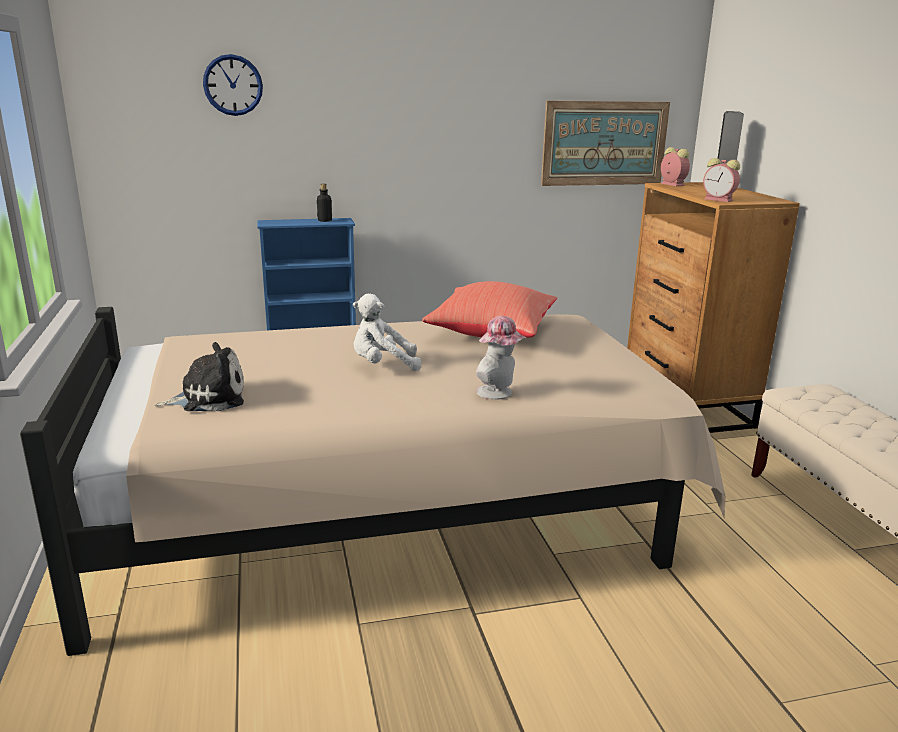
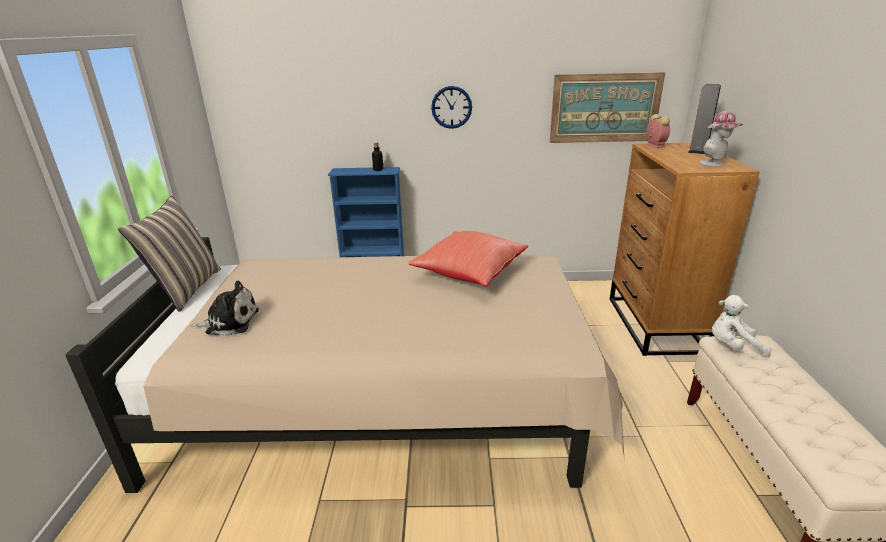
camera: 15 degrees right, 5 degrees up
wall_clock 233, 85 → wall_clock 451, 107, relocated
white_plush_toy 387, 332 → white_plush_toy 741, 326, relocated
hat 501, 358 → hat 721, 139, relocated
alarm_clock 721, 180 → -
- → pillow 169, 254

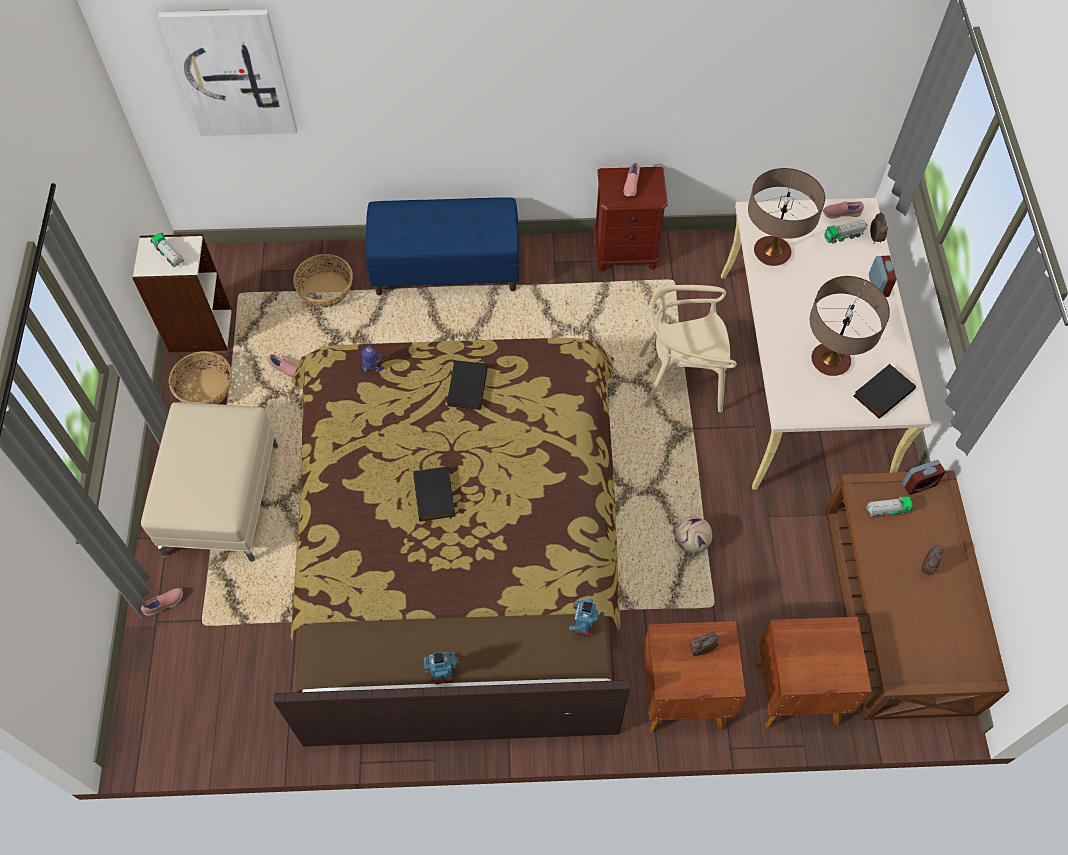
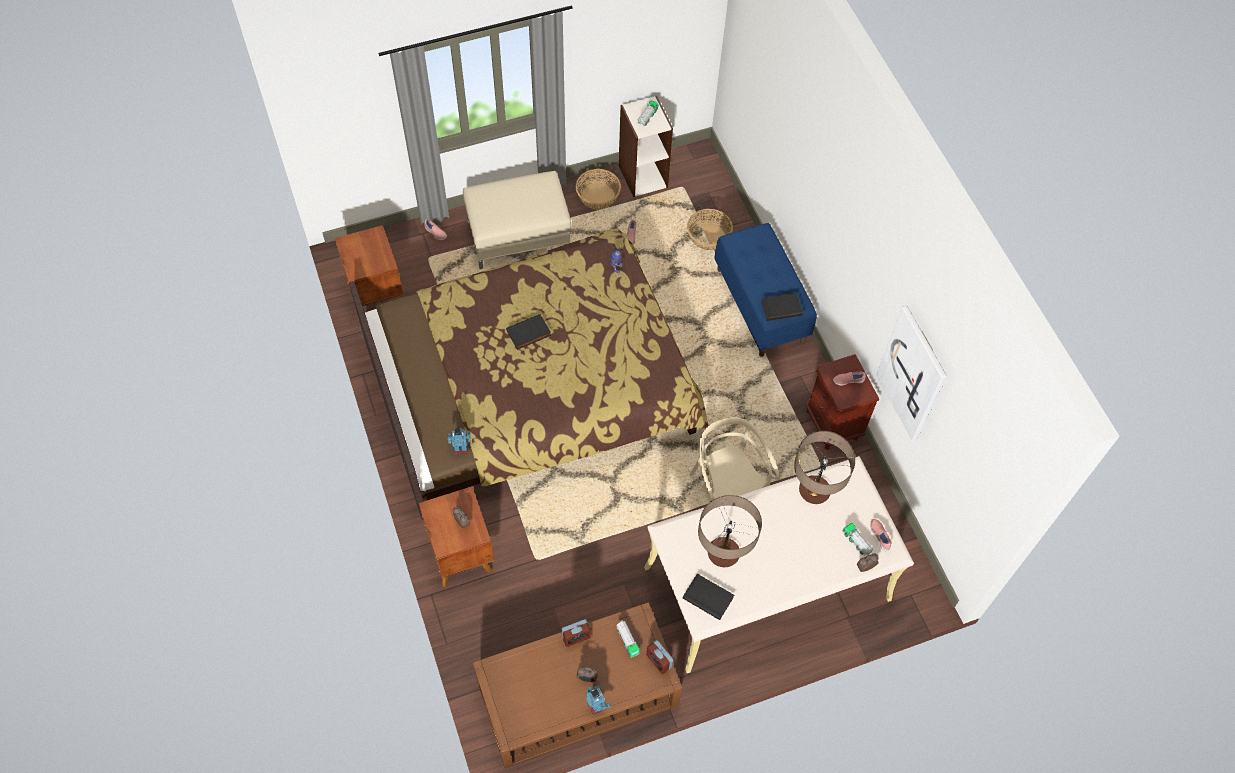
camera: 70 degrees right, 0 degrees up
picture 228, 72 → picture 911, 373, relocated
toy_robot 440, 668 → toy_robot 598, 700, relocated
black_book 467, 385 → black_book 782, 307, relocated
football 694, 534 → -
brown_nightstand 814, 673 → brown_nightstand 369, 273, relocated
alarm_clock 882, 276 → alarm_clock 576, 633, relocated

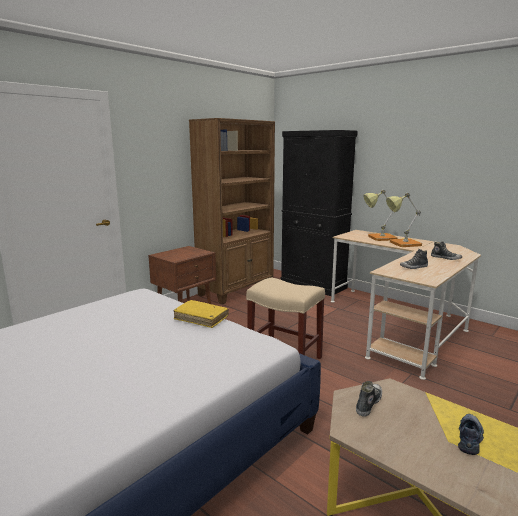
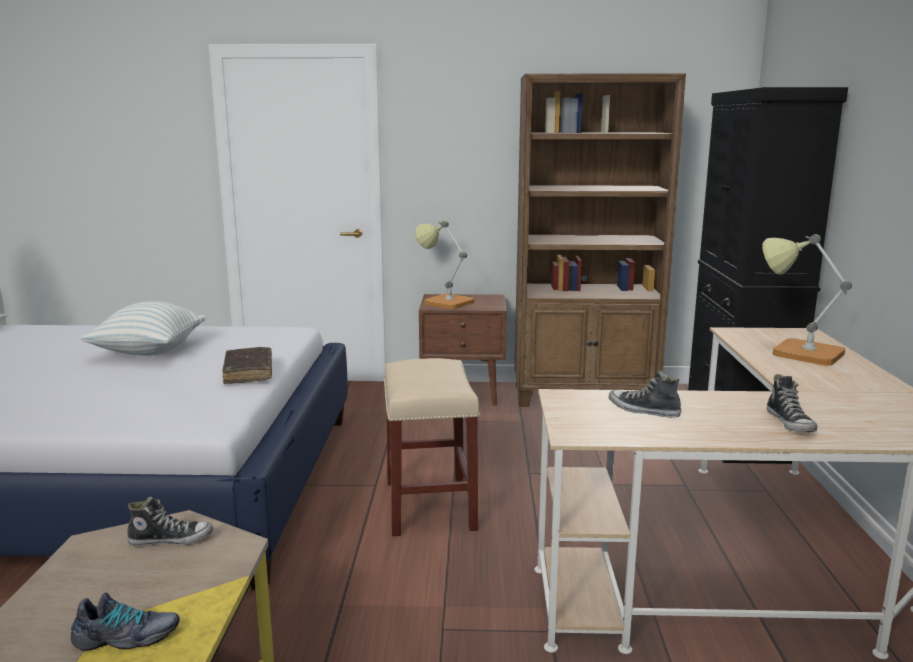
camera: 50 degrees right, 0 degrees up
yellow_book 201, 314 → brown_book 247, 365
table_lamp 404, 220 → table_lamp 444, 265, relocated
- → pillow 143, 328

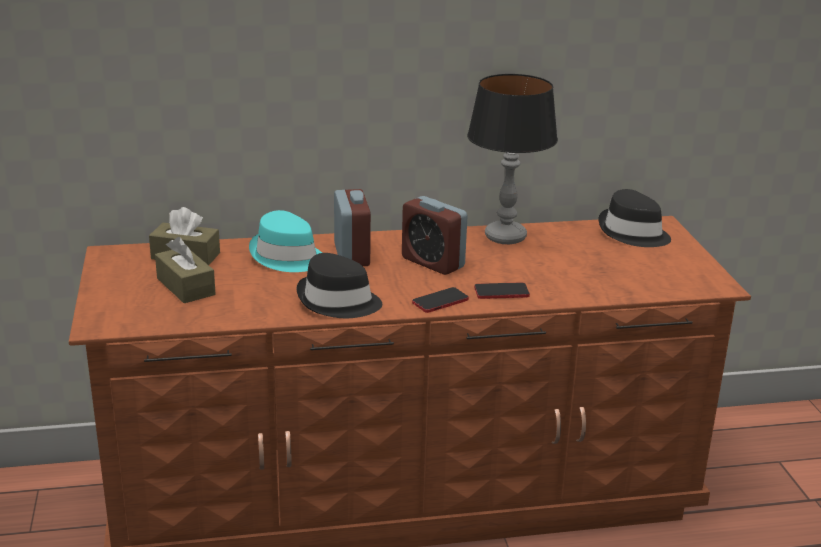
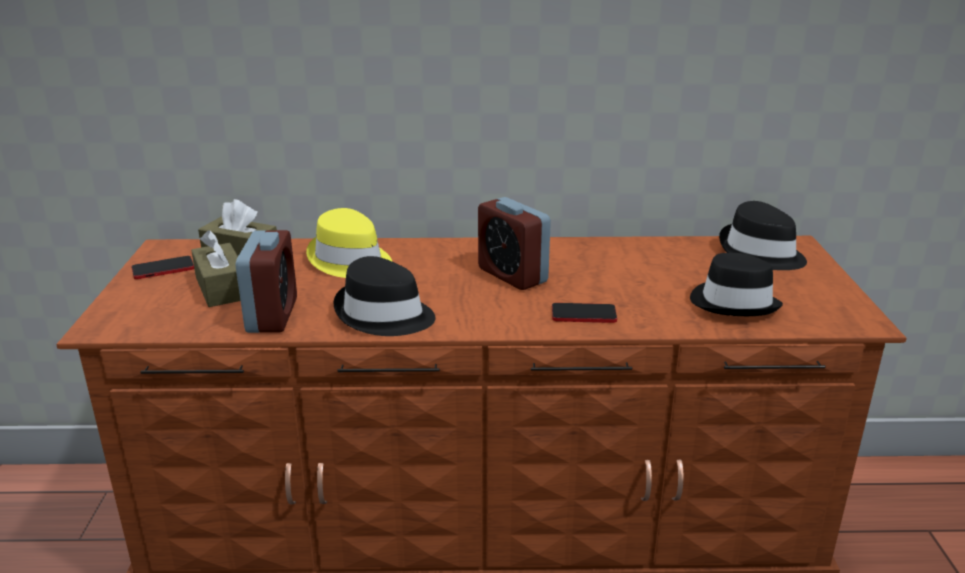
camera: 10 degrees right, 0 degrees up
turquoise_hat 285, 241 → yellow_hat 349, 243
alarm_clock 352, 227 → alarm_clock 266, 281, relocated
phone 440, 300 → phone 162, 267, relocated
table_lamp 512, 159 → -
- → black_hat 736, 284

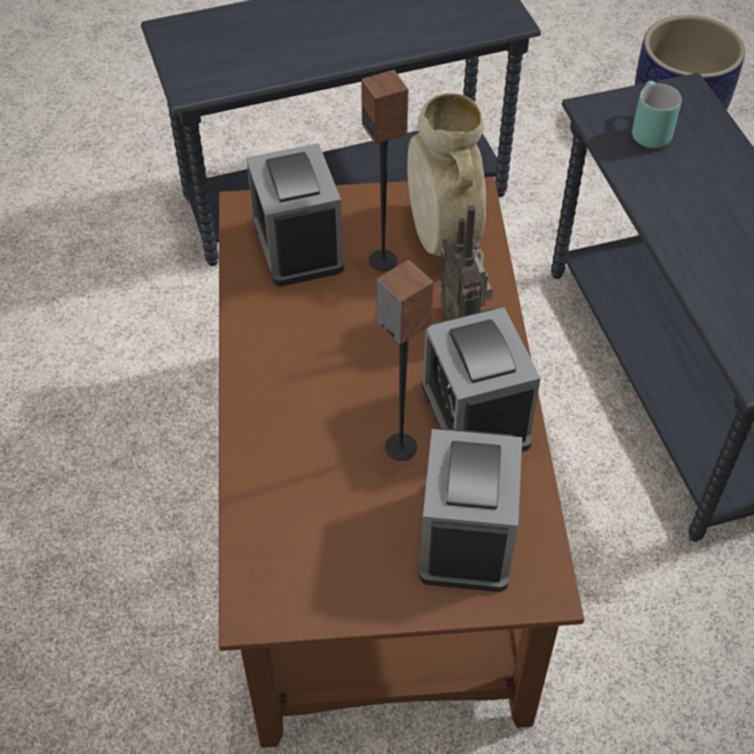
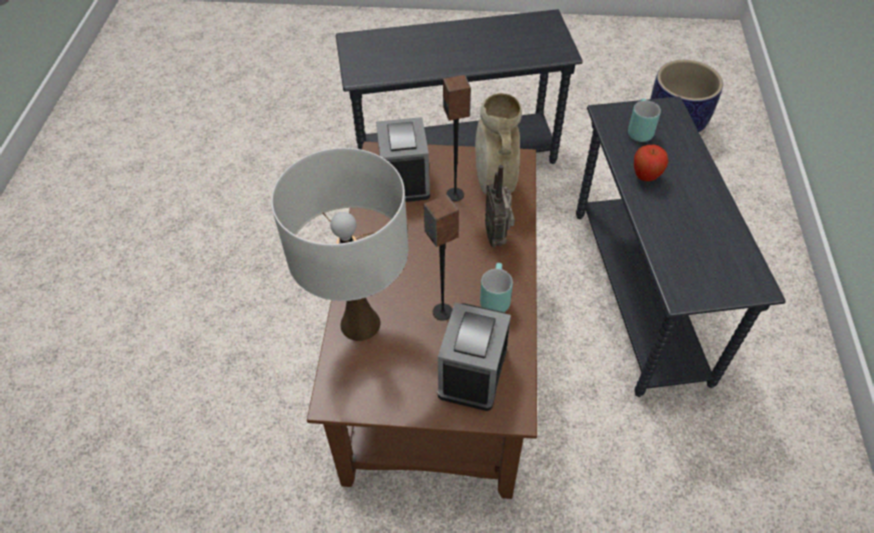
camera: 10 degrees right, 0 degrees up
alarm_clock 481, 379 → turquoise_mug 496, 287
- → white_table_lamp 340, 244
- → apple 651, 163

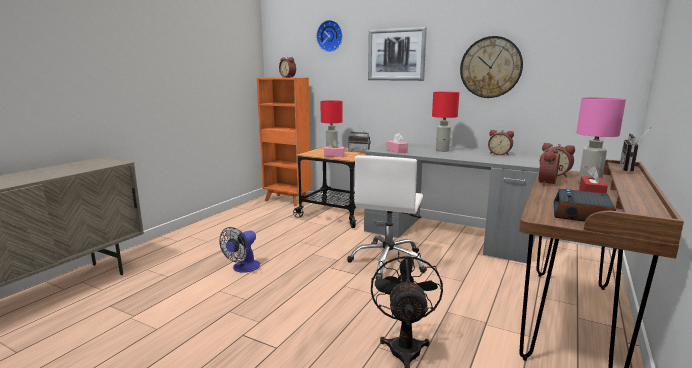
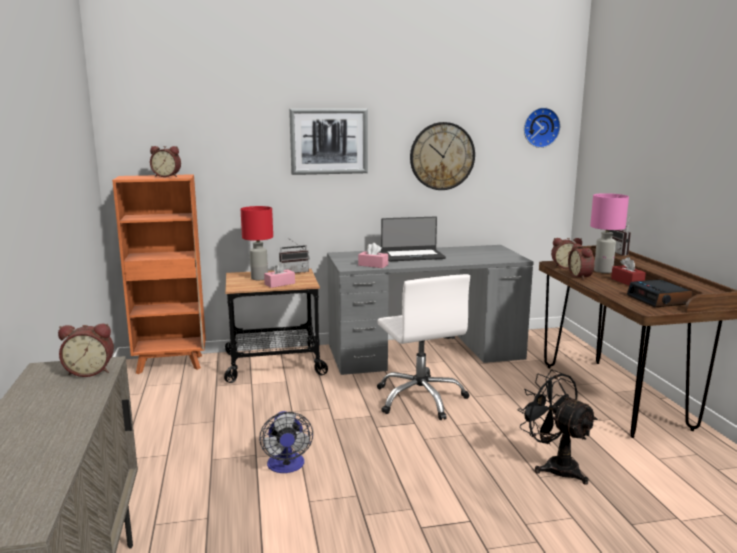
camera: 40 degrees left, 0 degrees up
wall_clock 329, 36 → wall_clock 542, 127, relocated
red_table_lamp 445, 122 → laptop 413, 239
alarm_clock 501, 143 → alarm_clock 86, 350, relocated

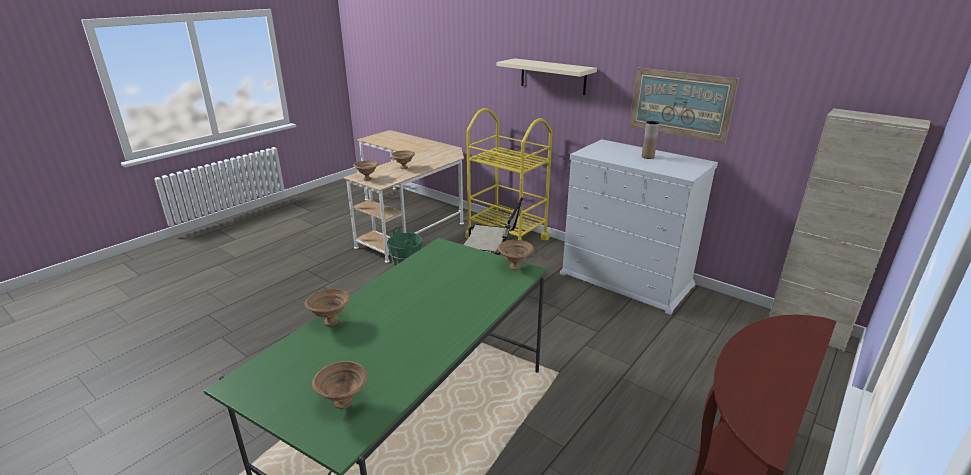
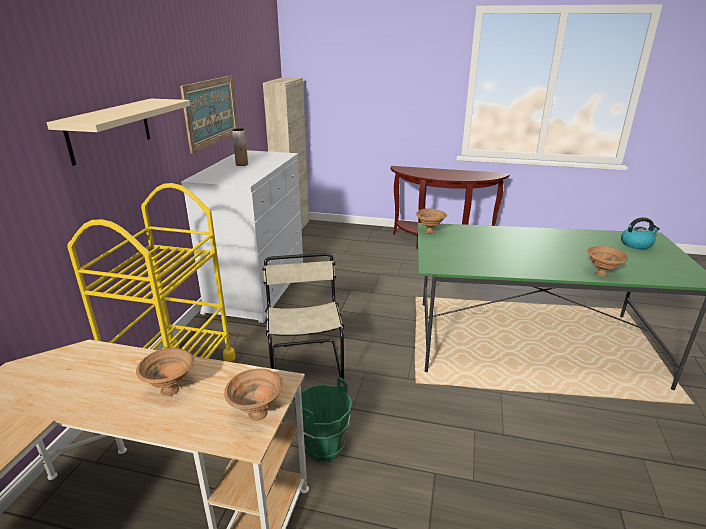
camera: 115 degrees left, 0 degrees up
brown_bowl 340, 385 → kettle 640, 233

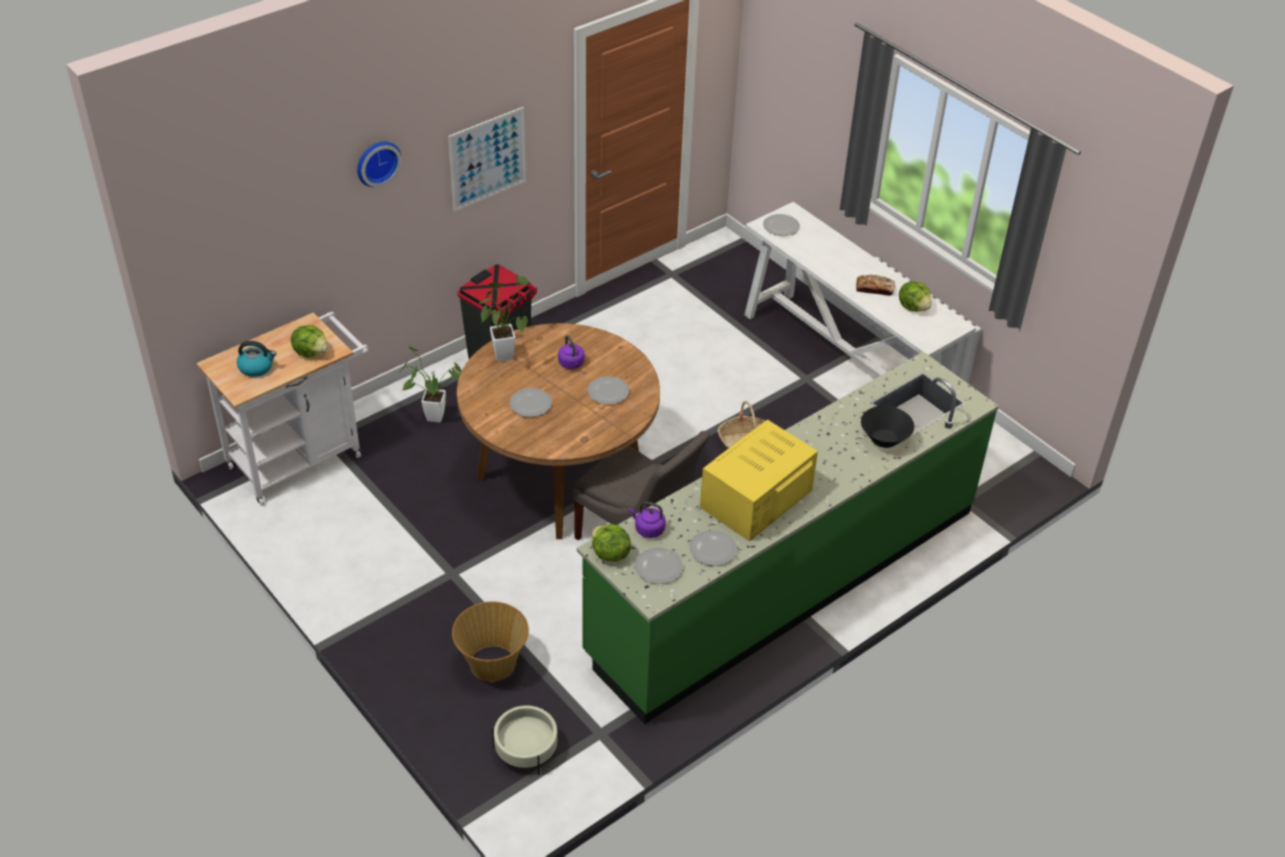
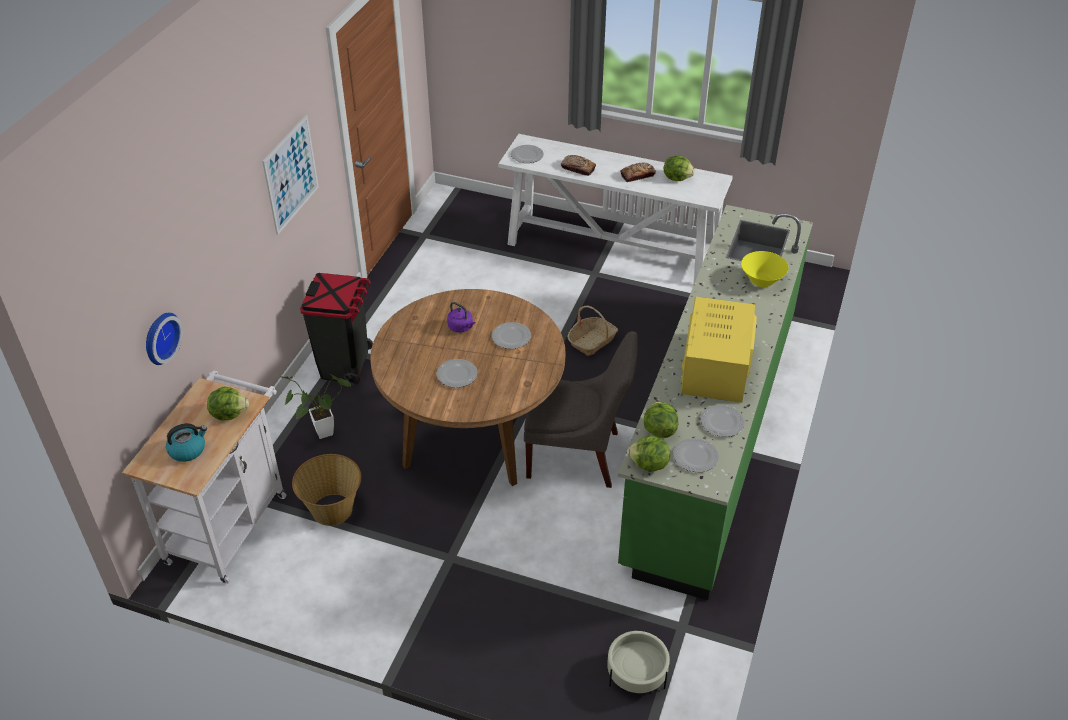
camera: 30 degrees left, 0 degrees up
wall_clock 379, 164 → wall_clock 164, 339, relocated
basket 490, 642 → basket 326, 490, relocated
potted_plant 504, 319 → -
purple_kettle 647, 520 → lettuce 661, 420
black_bowl 887, 427 → yellow_bowl 765, 269
- → bread 578, 165

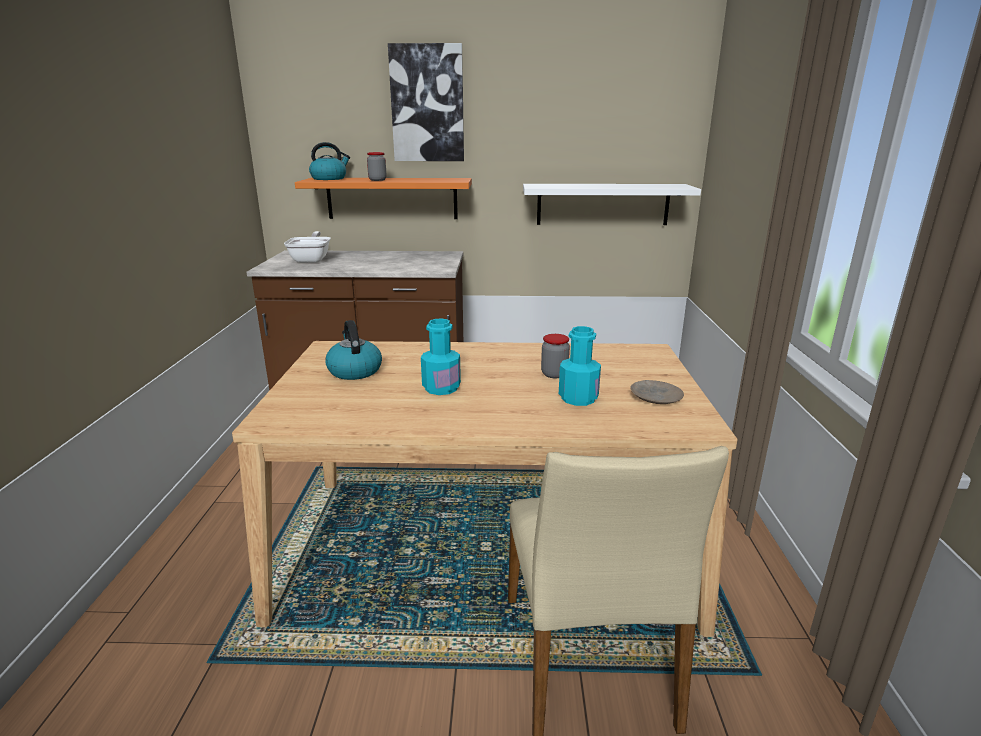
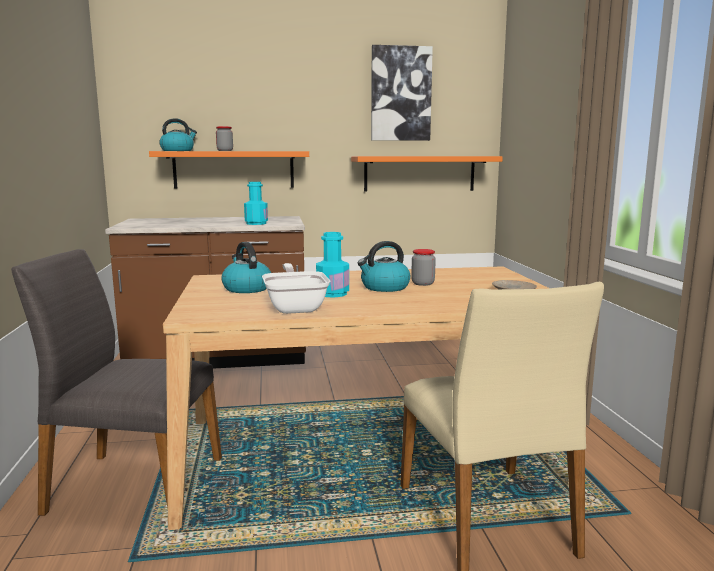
camera: 10 degrees left, 10 degrees down
frying_pan 307, 247 → frying_pan 296, 288, relocated
picture 426, 102 → picture 402, 93, relocated
white_shelf 612, 204 → orange_shelf 427, 174
turquoise_bottle 580, 366 → turquoise_bottle 256, 203, relocated
- → grey_chair 116, 382
- → kettle 383, 266

